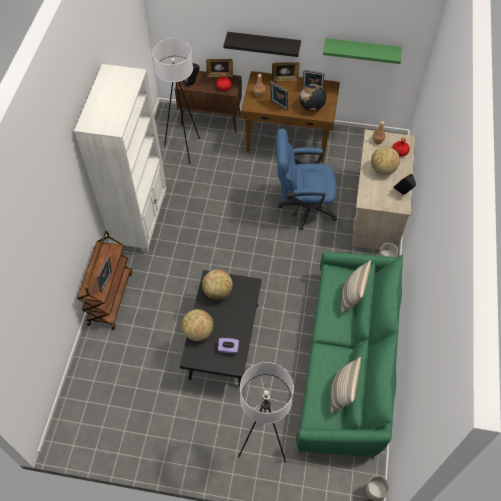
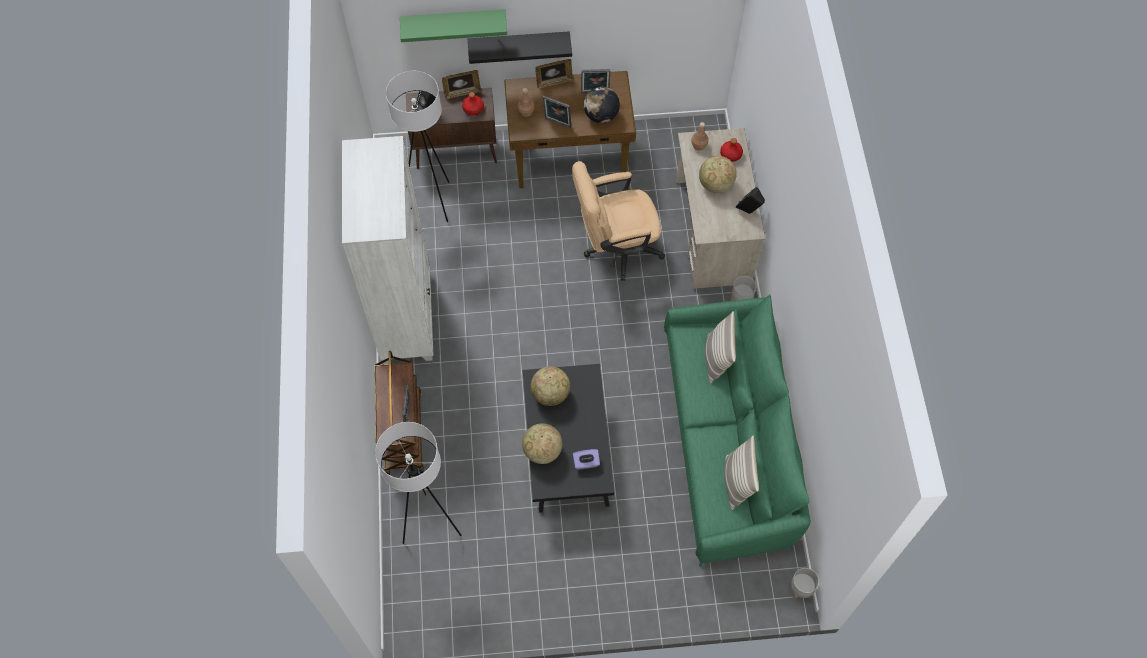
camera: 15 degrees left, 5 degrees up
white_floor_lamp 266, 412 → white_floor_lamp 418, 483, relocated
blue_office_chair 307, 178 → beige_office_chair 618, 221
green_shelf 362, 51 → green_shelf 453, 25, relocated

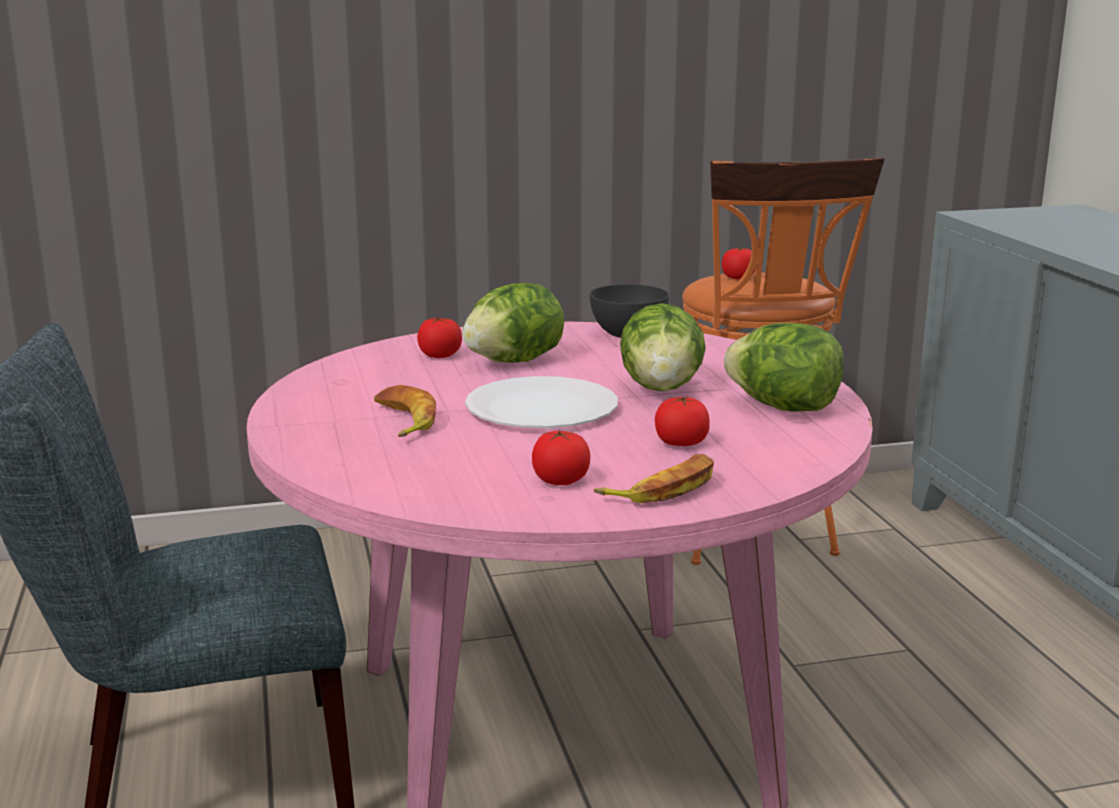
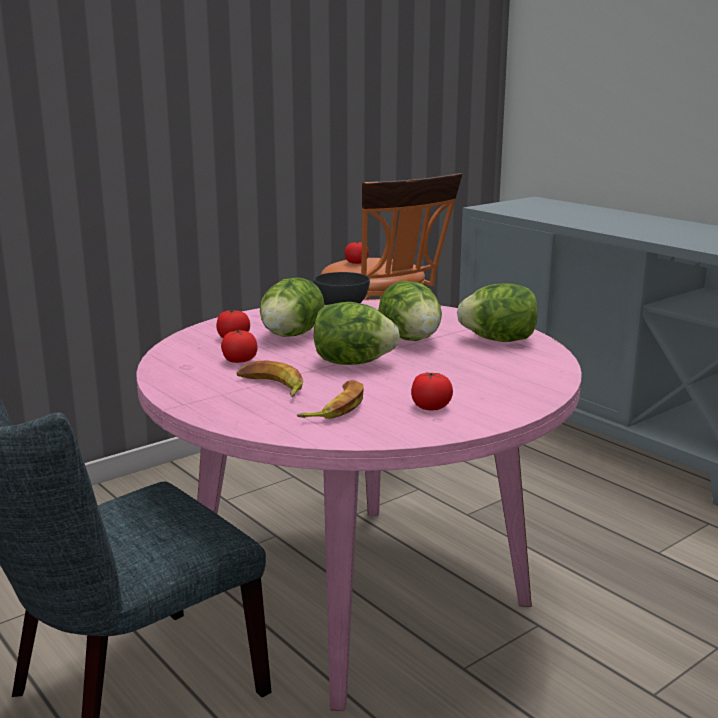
camera: 25 degrees left, 0 degrees up
white_plate 541, 402 → lettuce 357, 333
banana 654, 478 → banana 330, 399, relocated
tomato 682, 421 → tomato 239, 346, relocated

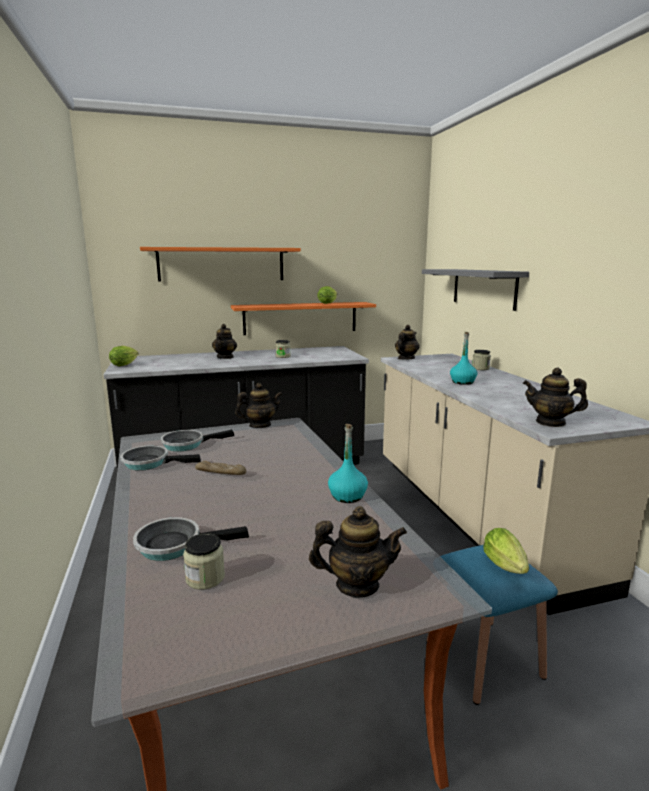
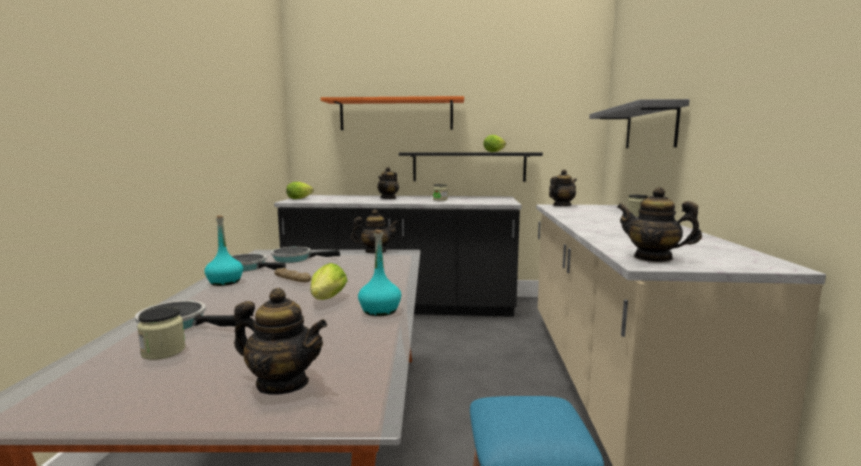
camera: 20 degrees right, 5 degrees down
orange_shelf 303, 318 → black_shelf 471, 167
turquoise_bottle 464, 358 → turquoise_bottle 223, 250, relocated
lettuce 506, 551 → lettuce 329, 281, relocated

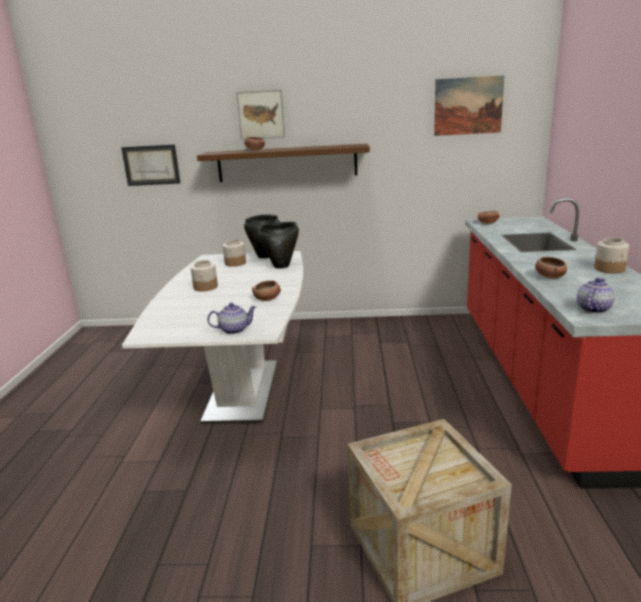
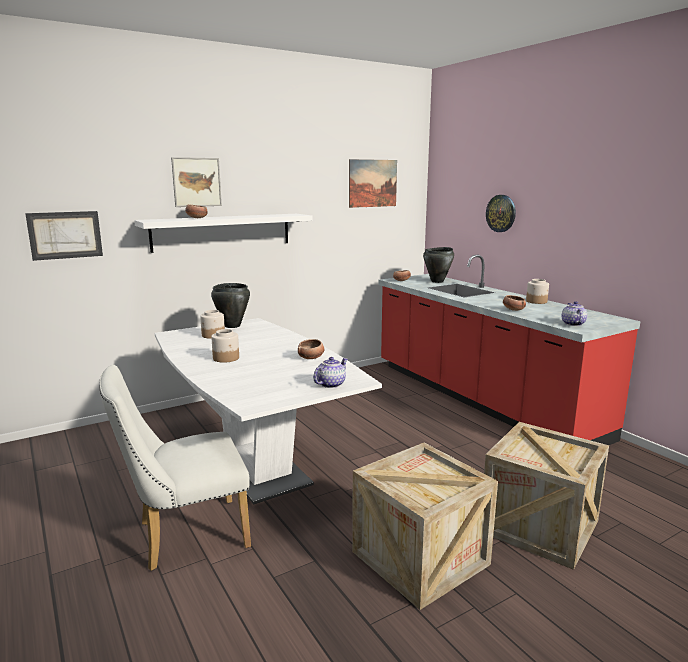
camera: 35 degrees left, 5 degrees down
brown_shelf 283, 163 → white_shelf 223, 233
black_cooking_pot 278, 245 → black_cooking_pot 438, 265, relocated
- → white_chair 175, 468
- → crate 425, 526
- → wall_clock 501, 213

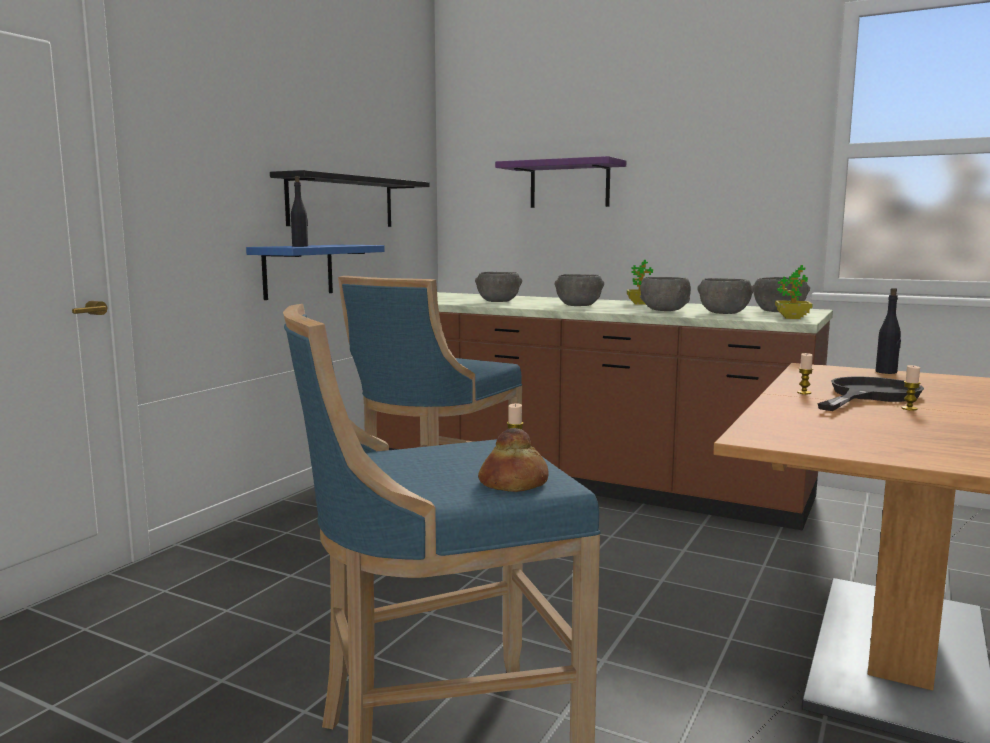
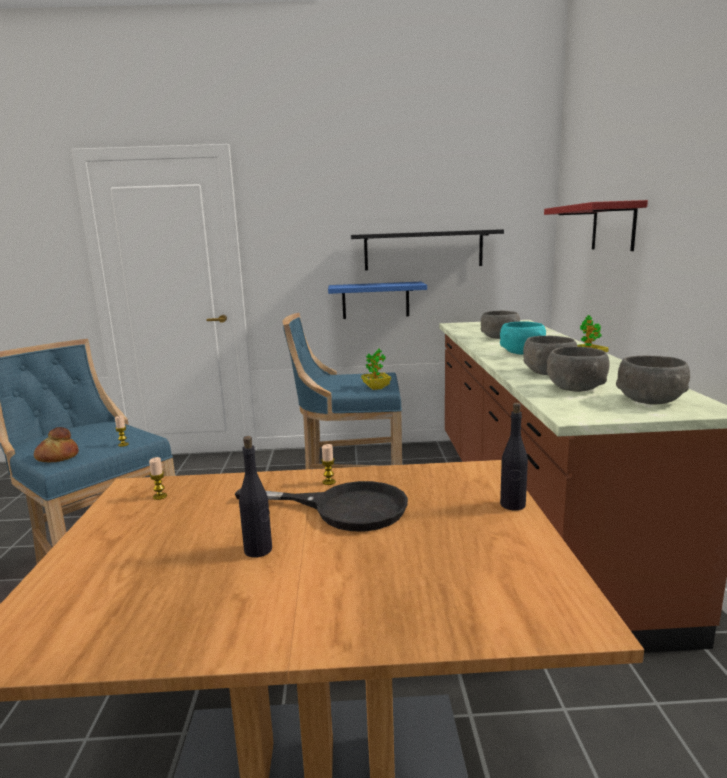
camera: 60 degrees right, 5 degrees up
black_bottle 299, 211 → black_bottle 255, 497, relocated
purple_shelf 560, 182 → red_shelf 596, 225
grey_bowl 579, 290 → turquoise_bowl 523, 338
potted_plant 794, 292 → potted_plant 376, 369, relocated
candle 911, 388 → candle 158, 478, relocated

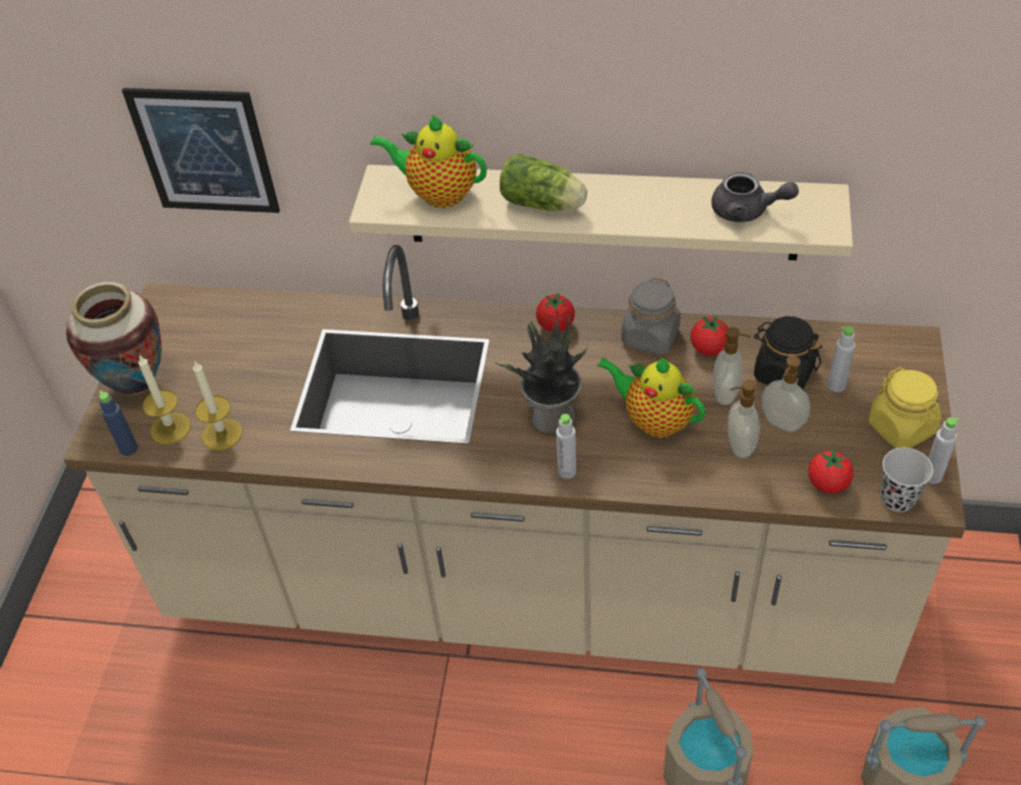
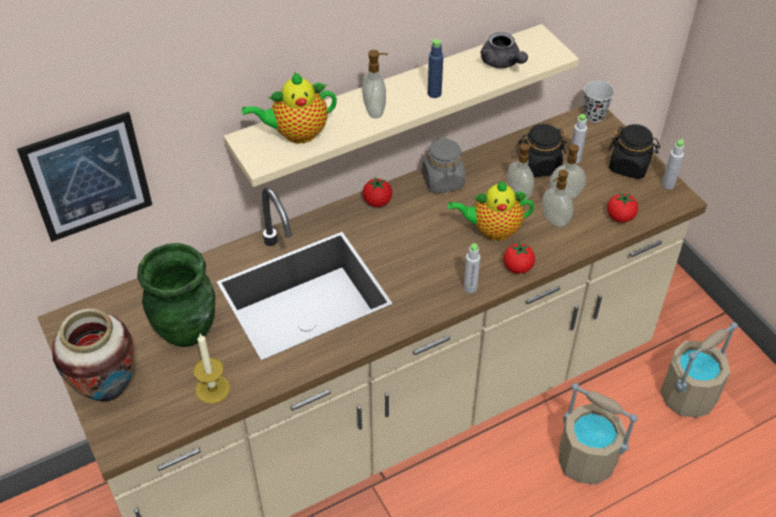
camera: 40 degrees left, 0 degrees up
blue_bottle 118, 423 → blue_bottle 436, 68, relocated
candle 164, 400 → -
potted_plant 542, 375 → -
lettuce 543, 182 → soap_dispenser 375, 84
tomato 709, 336 → tomato 519, 258, relocated
grey_teapot 755, 196 → grey_teapot 504, 50, 75 degrees clockwise
yellow_jar 905, 408 → black_jar 634, 151
black_cup 906, 480 → black_cup 599, 101, relocated
- → green_vase 176, 295

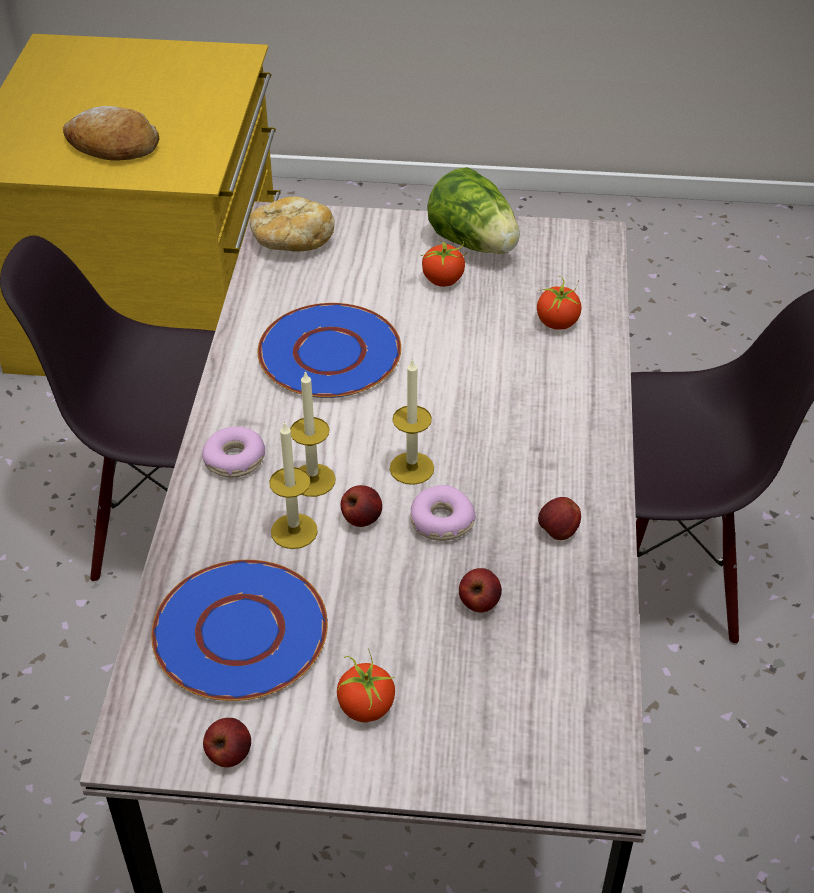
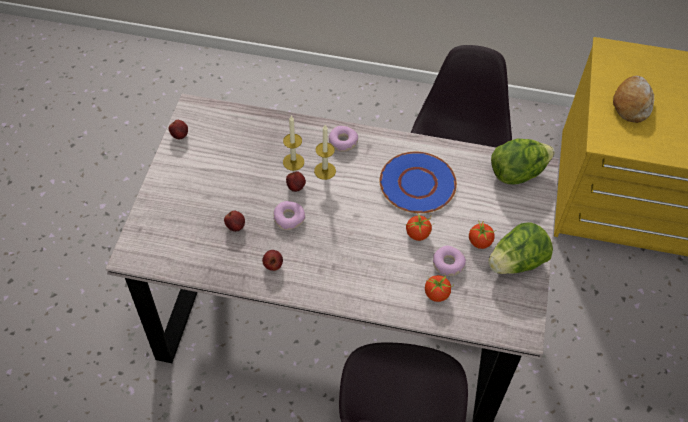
camera: 95 degrees right, 10 degrees up
blue_plate 239, 630 → -
bread 292, 224 → lettuce 523, 162
tomato 365, 686 → tomato 419, 227, relocated
candle 412, 421 → -
- → donut 449, 261

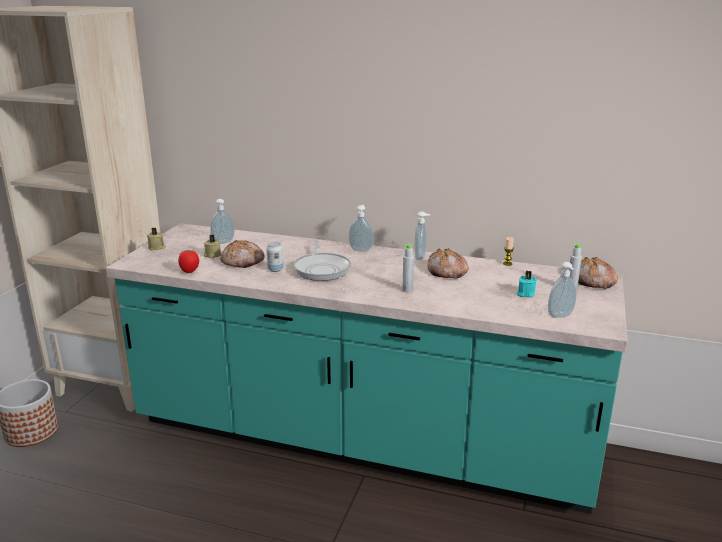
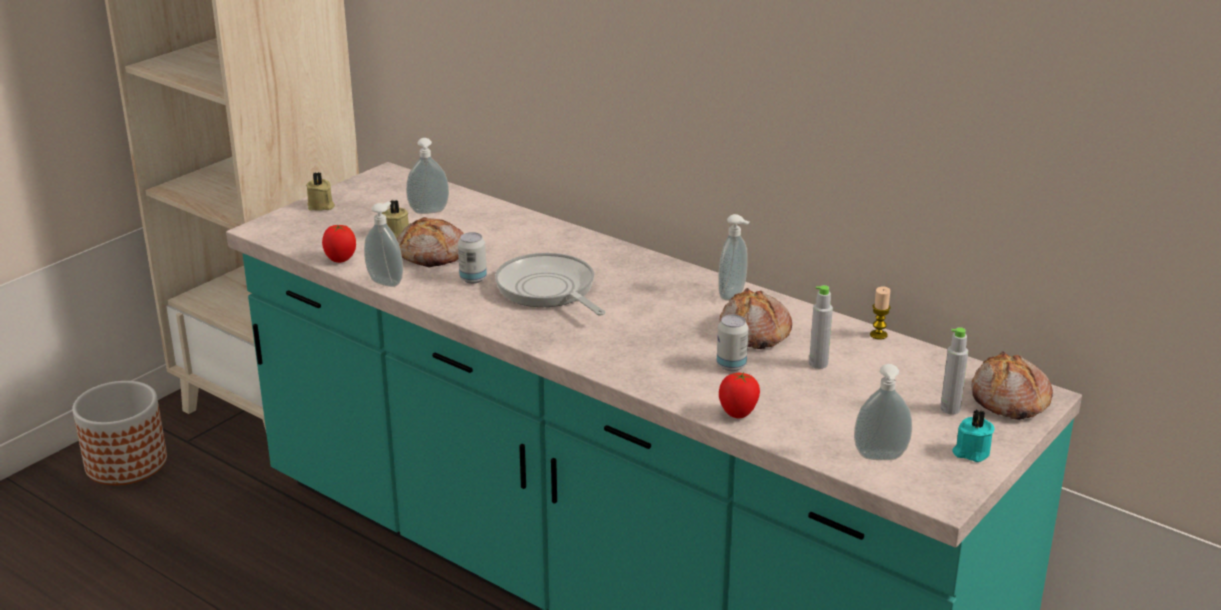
camera: 20 degrees right, 5 degrees up
frying_pan 322, 261 → frying_pan 550, 284, 135 degrees clockwise
soap_dispenser 361, 228 → soap_dispenser 383, 244, relocated
grey_bottle 408, 268 → grey_bottle 821, 327, relocated
turquoise_candle 527, 284 → turquoise_candle 973, 436, relocated
- → can 732, 342
- → tomato 739, 395

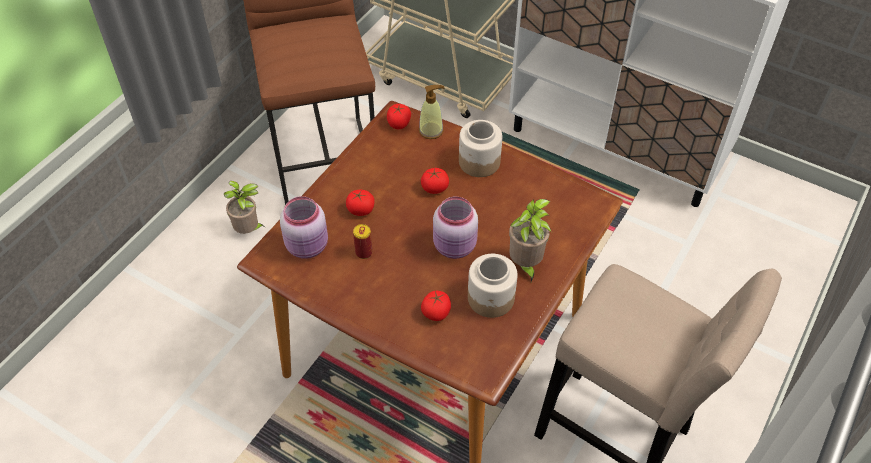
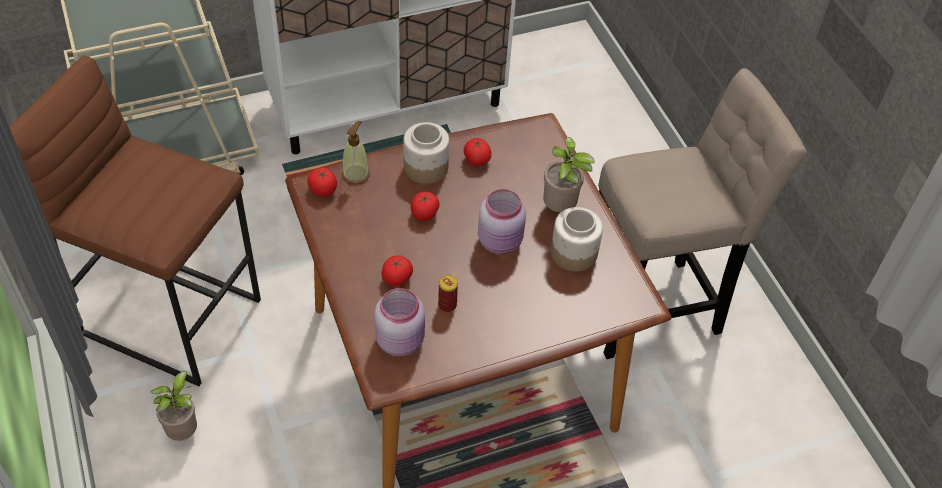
camera: 55 degrees left, 0 degrees up
tomato 436, 306 → tomato 477, 152, relocated

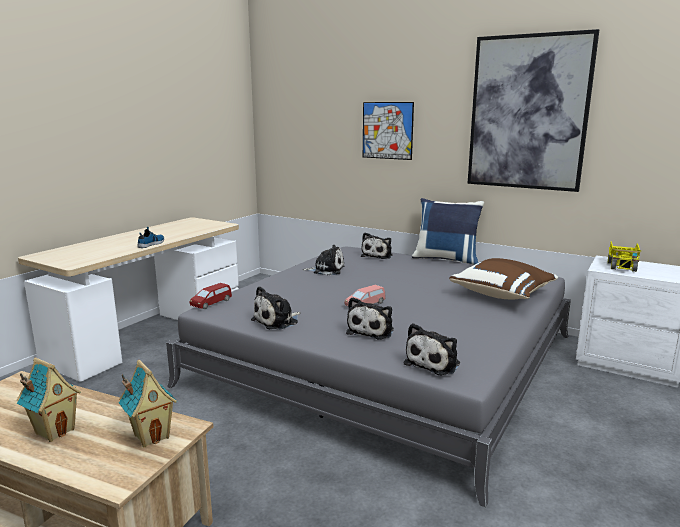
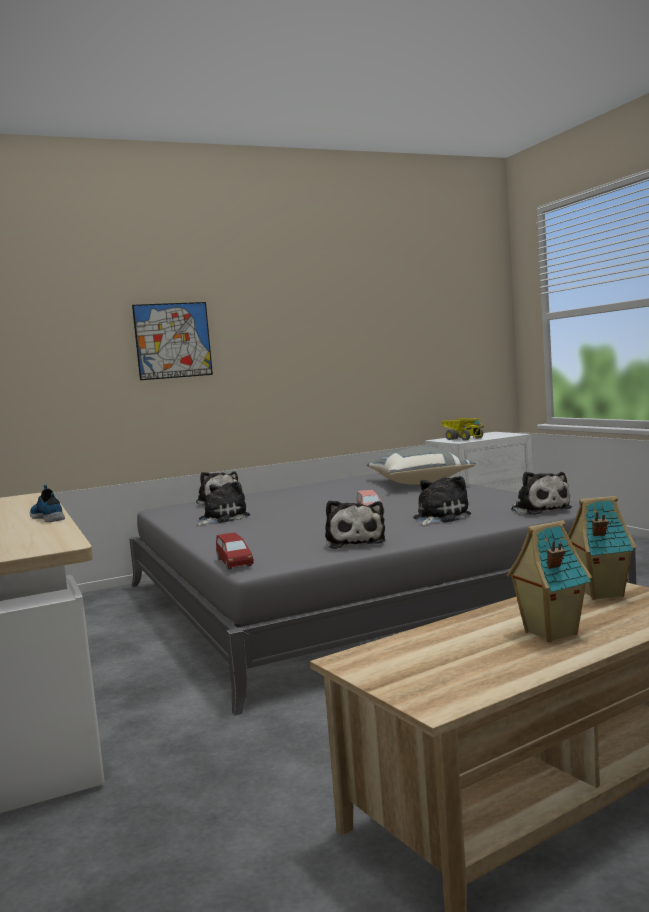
camera: 55 degrees left, 10 degrees down
plush_toy 370, 318 → plush_toy 442, 501, 105 degrees counterclockwise
blue_pillow 448, 231 → -
brown_pillow 503, 279 → grey_pillow 421, 465
picture 533, 110 → -

